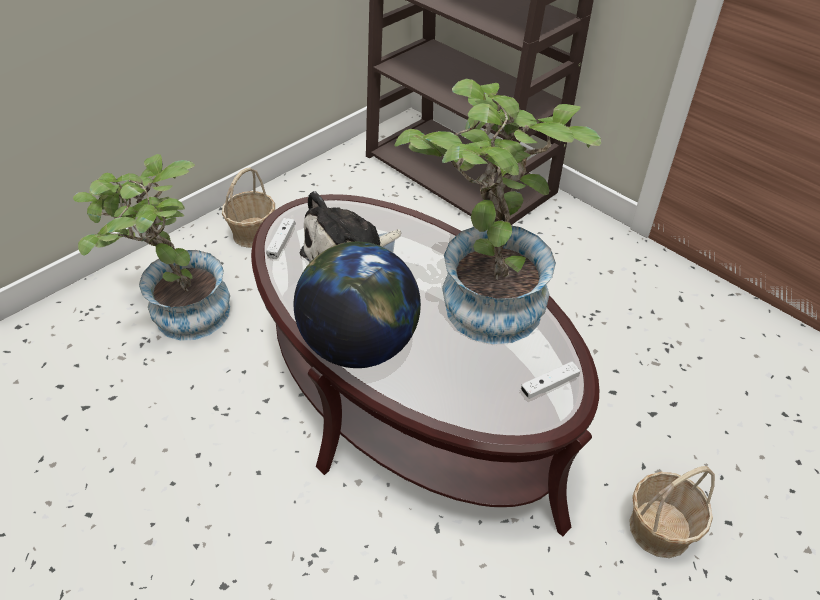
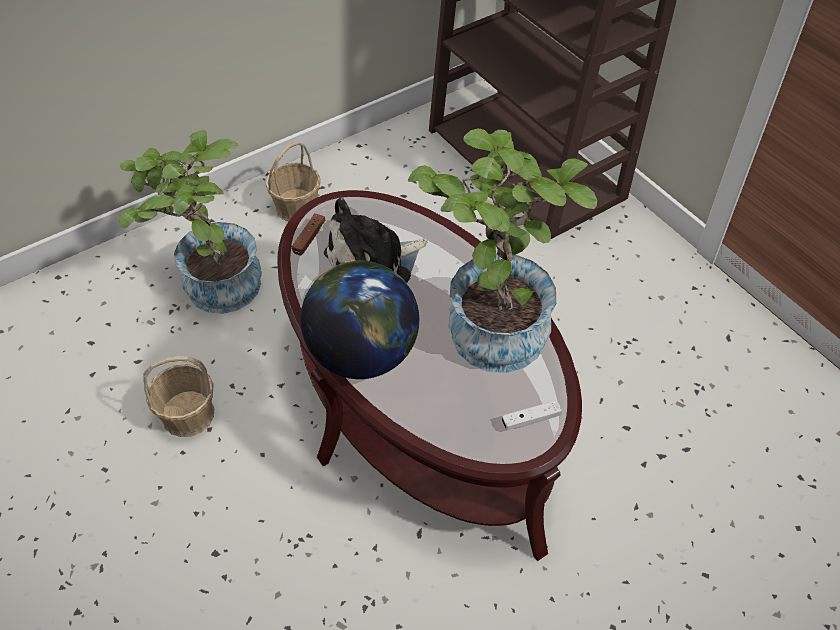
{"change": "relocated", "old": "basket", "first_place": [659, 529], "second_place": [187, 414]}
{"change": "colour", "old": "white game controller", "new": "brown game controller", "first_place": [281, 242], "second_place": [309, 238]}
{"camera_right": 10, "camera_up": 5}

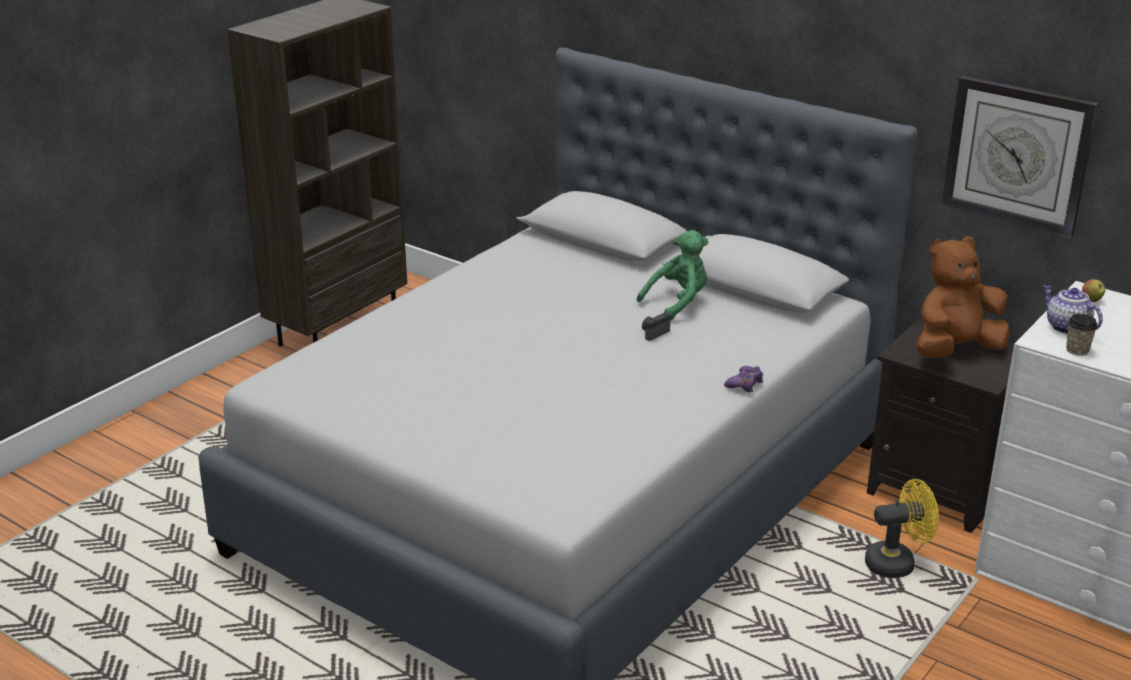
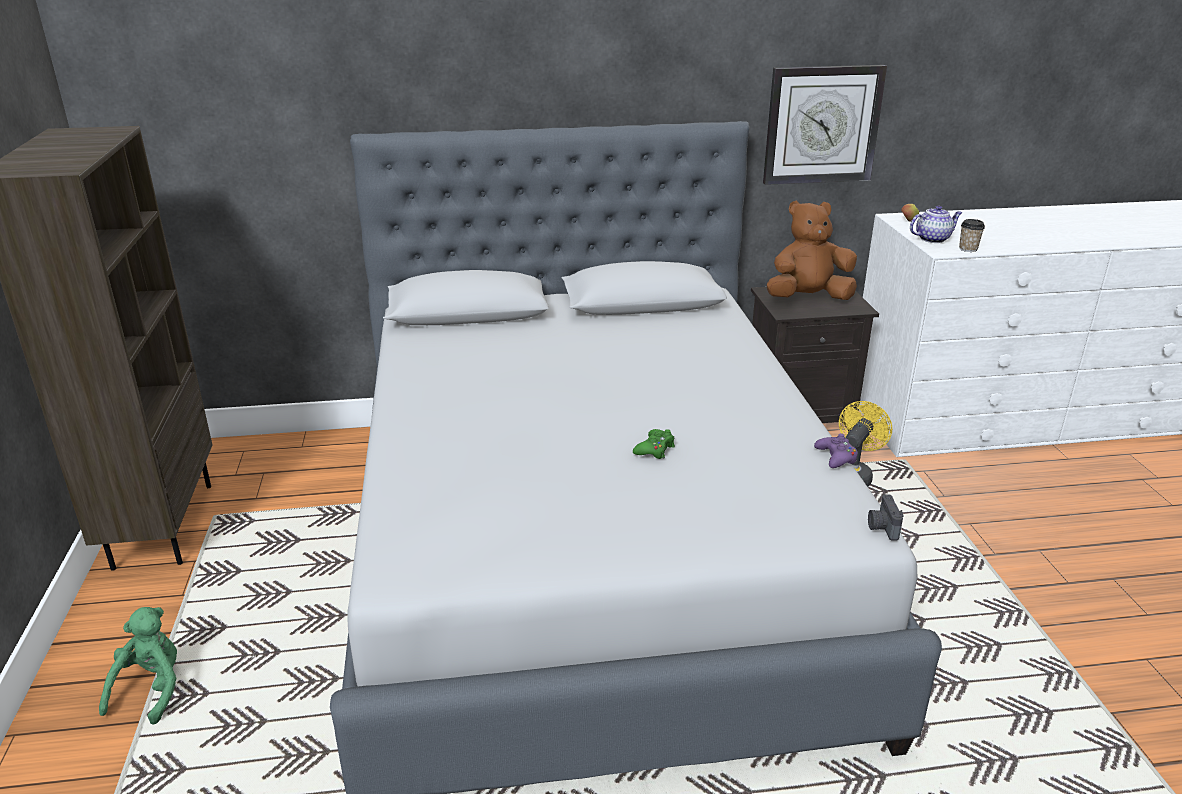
{"change": "appeared", "new": "green game controller", "second_place": [655, 449]}
{"change": "relocated", "old": "green plush toy", "first_place": [678, 303], "second_place": [151, 689]}
{"change": "relocated", "old": "photo camera", "first_place": [654, 333], "second_place": [882, 527]}
{"change": "relocated", "old": "purple game controller", "first_place": [745, 384], "second_place": [836, 457]}
{"change": "spun", "old": "brown plush toy", "first_place": [954, 350], "second_place": [808, 298], "degrees": 60}
{"change": "spun", "old": "teapot", "first_place": [1066, 327], "second_place": [933, 239], "degrees": 150}
{"camera_right": -45, "camera_up": 0}

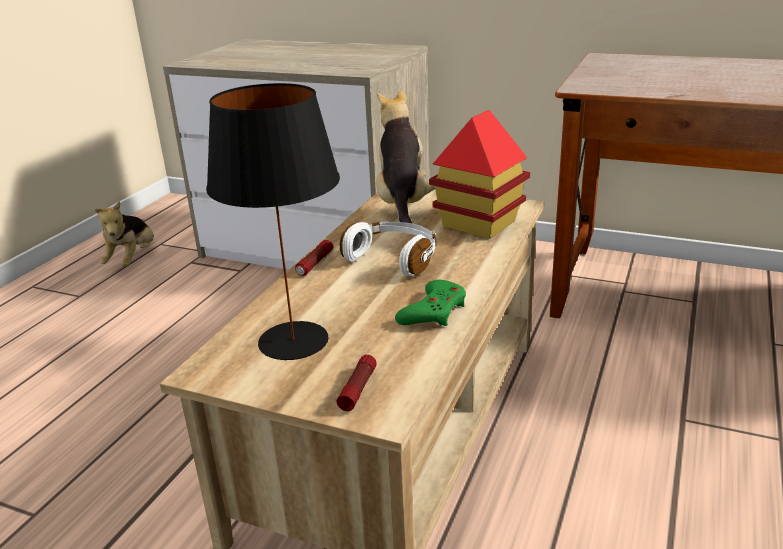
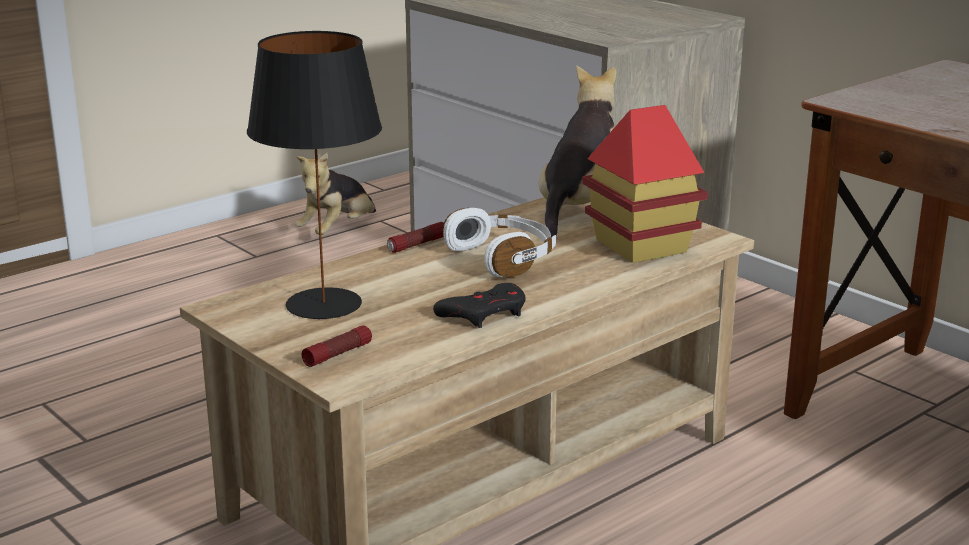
{"change": "colour", "old": "green game controller", "new": "black game controller", "first_place": [433, 311], "second_place": [484, 313]}
{"camera_right": 25, "camera_up": -5}

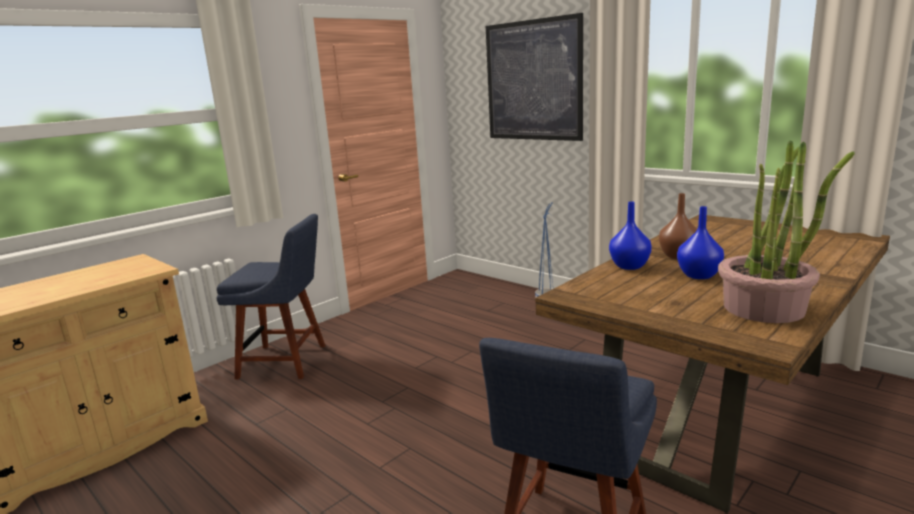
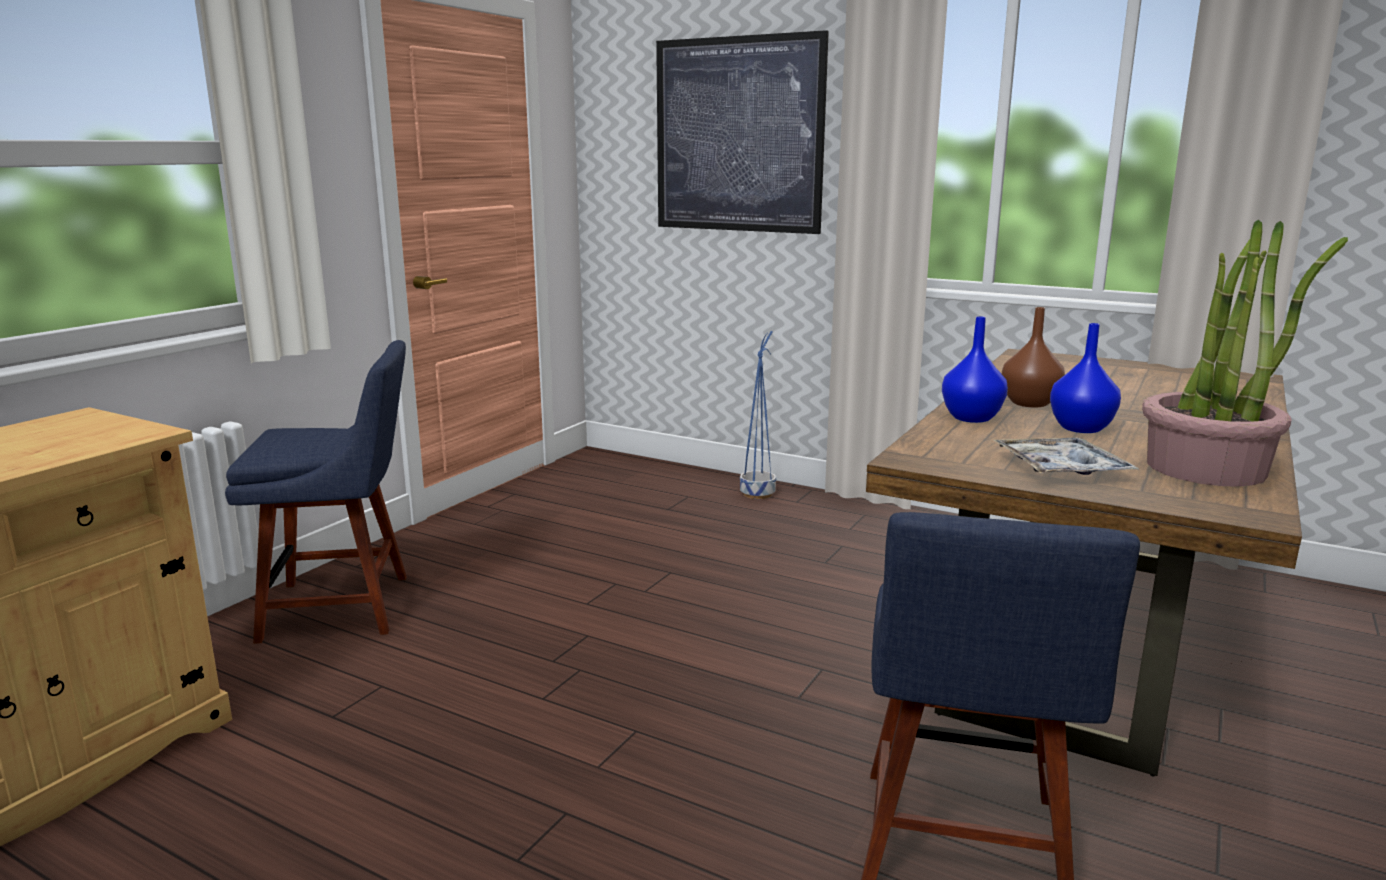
{"change": "appeared", "new": "tray", "second_place": [1061, 469]}
{"camera_right": -15, "camera_up": 0}

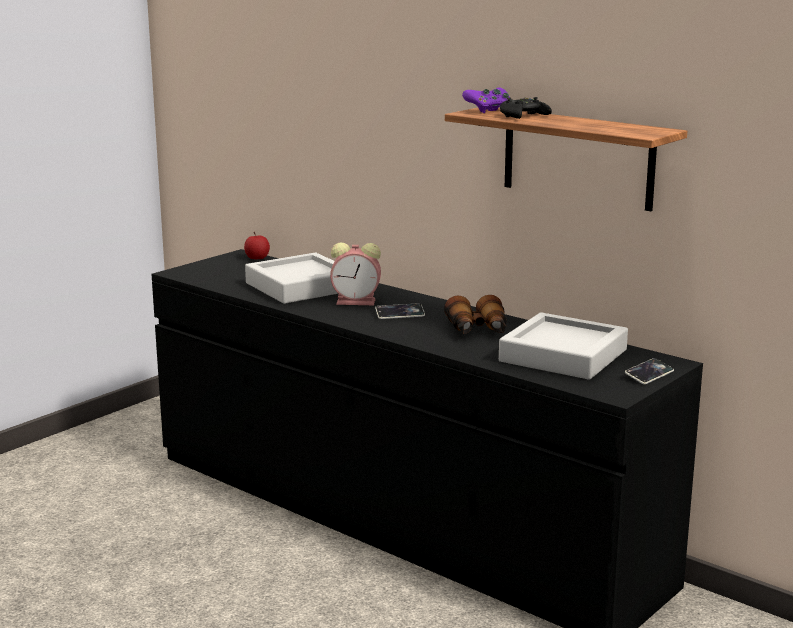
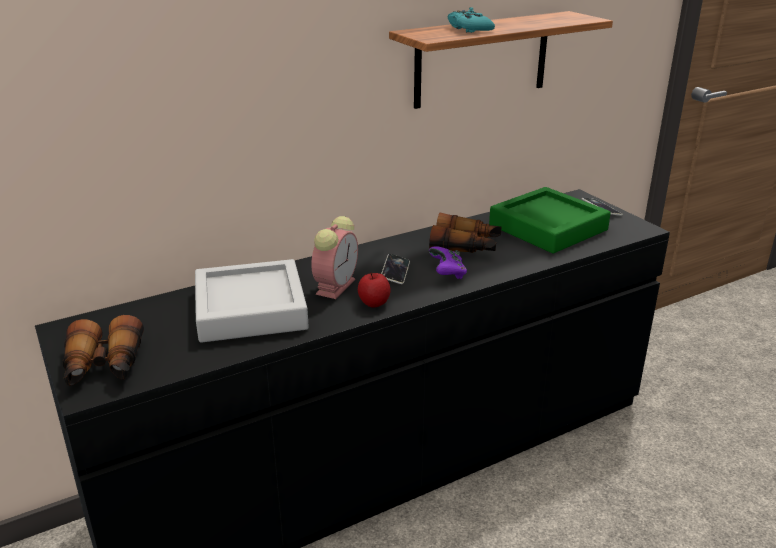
{"change": "appeared", "new": "binoculars", "second_place": [103, 367]}
{"change": "relocated", "old": "apple", "first_place": [257, 258], "second_place": [374, 303]}
{"change": "relocated", "old": "purple game controller", "first_place": [488, 110], "second_place": [447, 273]}
{"change": "colour", "old": "grey tray", "new": "green tray", "first_place": [563, 355], "second_place": [548, 227]}
{"change": "colour", "old": "black game controller", "new": "turquoise game controller", "first_place": [523, 116], "second_place": [469, 29]}
{"camera_right": -70, "camera_up": 10}

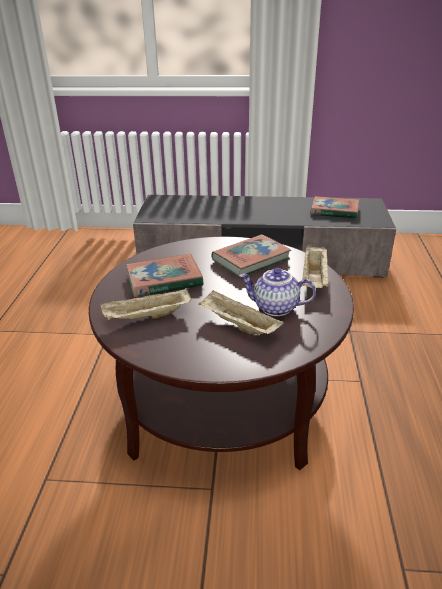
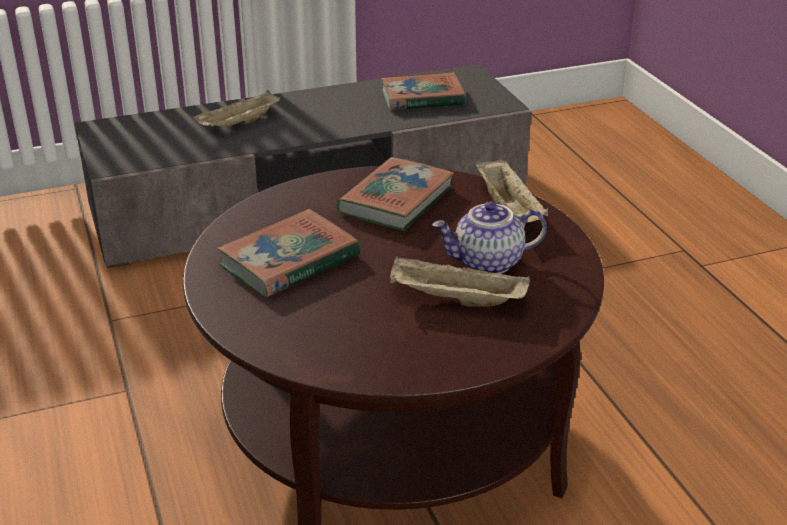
{"change": "relocated", "old": "beige tray", "first_place": [147, 317], "second_place": [239, 124]}
{"camera_right": -25, "camera_up": 0}

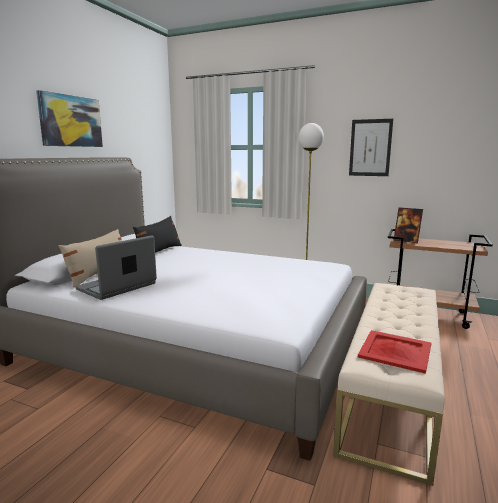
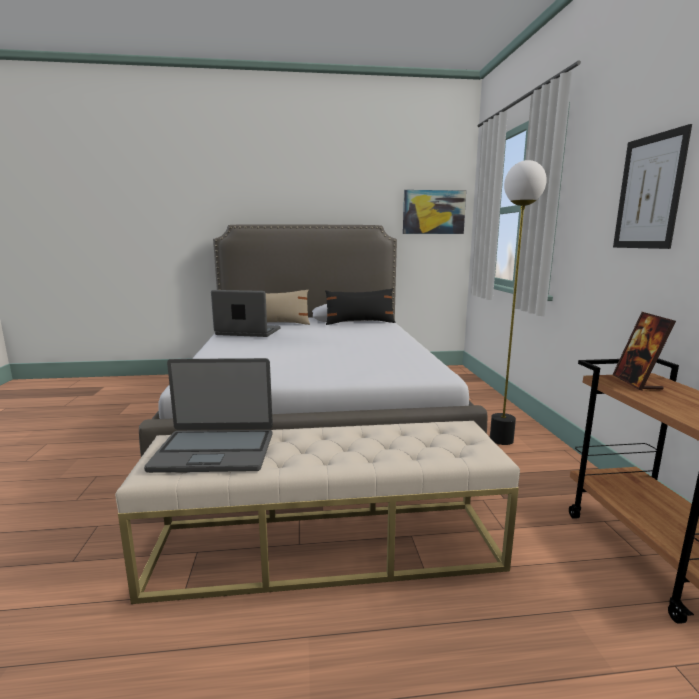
{"change": "relocated", "old": "picture", "first_place": [71, 121], "second_place": [433, 212]}
{"change": "exchanged", "old": "red tray", "new": "laptop", "first_place": [394, 350], "second_place": [215, 451]}
{"camera_right": 60, "camera_up": 0}

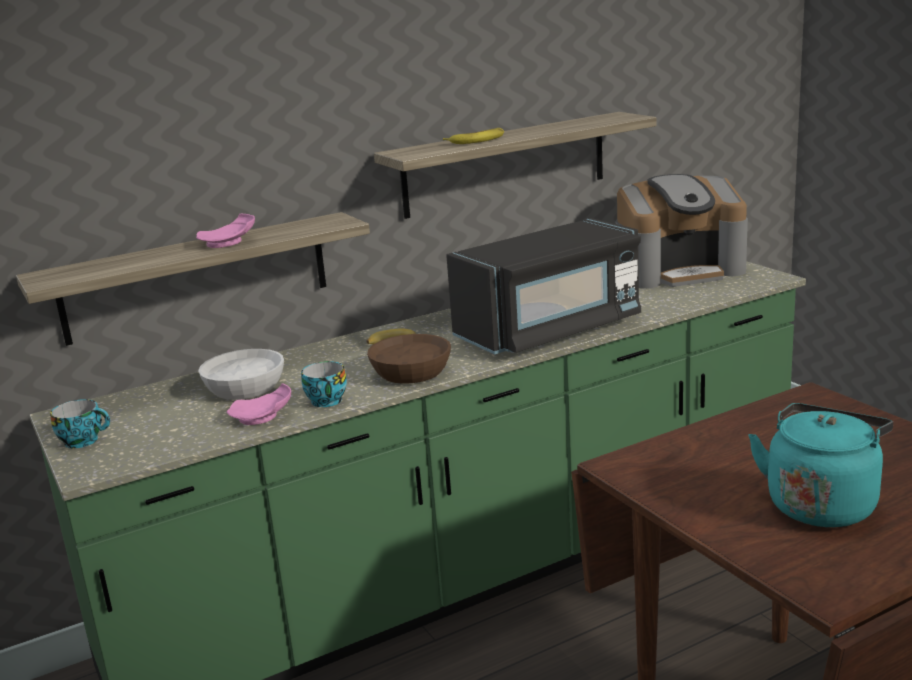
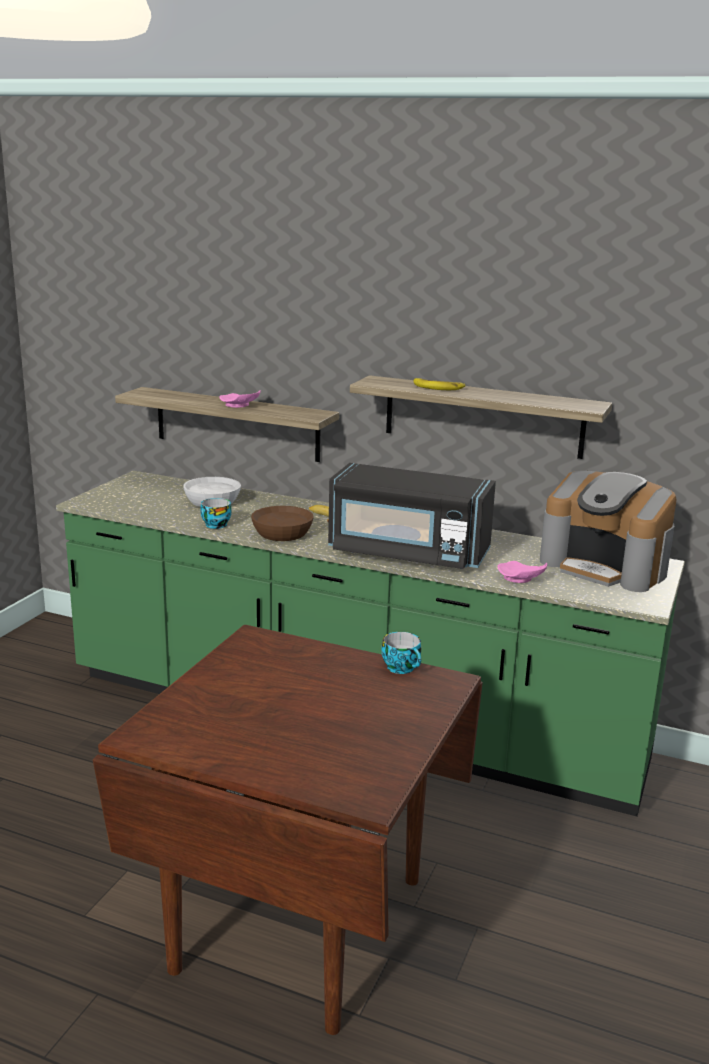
{"change": "missing", "old": "turquoise kettle", "first_place": [822, 504]}
{"change": "relocated", "old": "cup", "first_place": [84, 440], "second_place": [402, 668]}
{"change": "relocated", "old": "pink plate", "first_place": [263, 417], "second_place": [520, 579]}
{"camera_right": 50, "camera_up": 0}

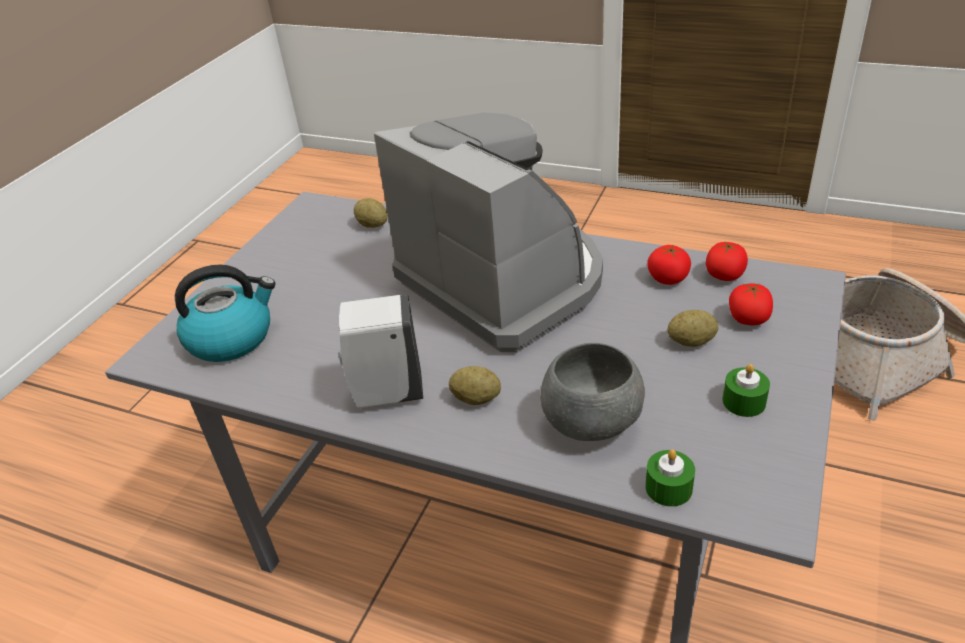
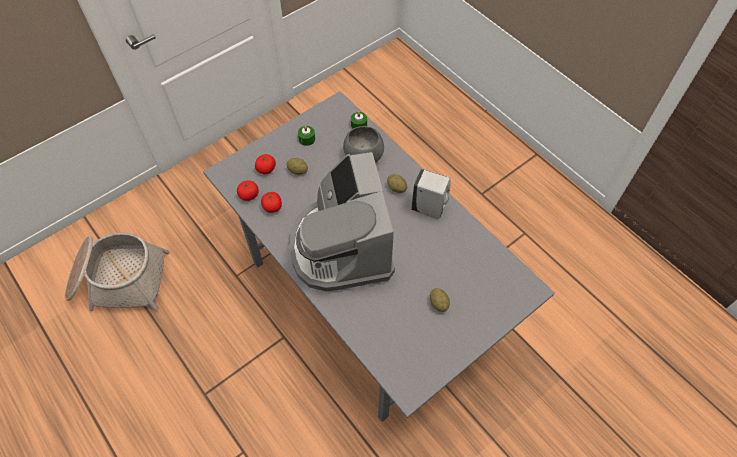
{"change": "missing", "old": "kettle", "first_place": [232, 338]}
{"change": "relocated", "old": "potato", "first_place": [372, 225], "second_place": [438, 303]}
{"camera_right": -155, "camera_up": 20}

